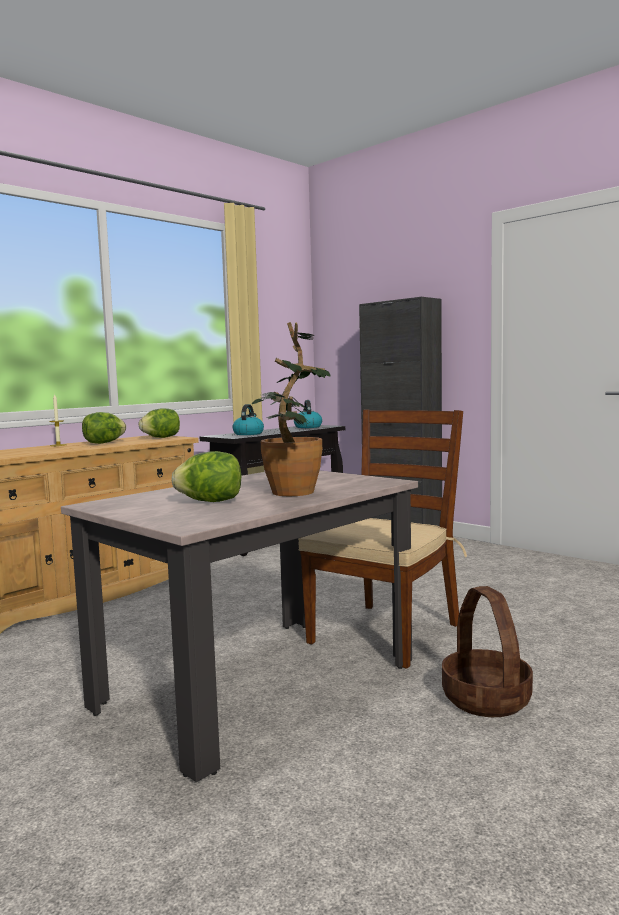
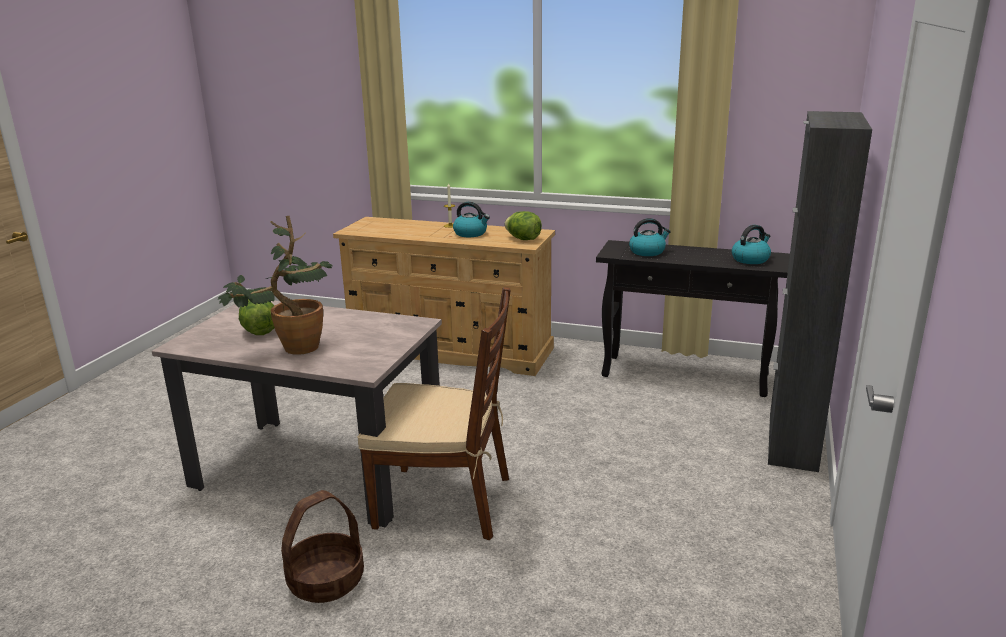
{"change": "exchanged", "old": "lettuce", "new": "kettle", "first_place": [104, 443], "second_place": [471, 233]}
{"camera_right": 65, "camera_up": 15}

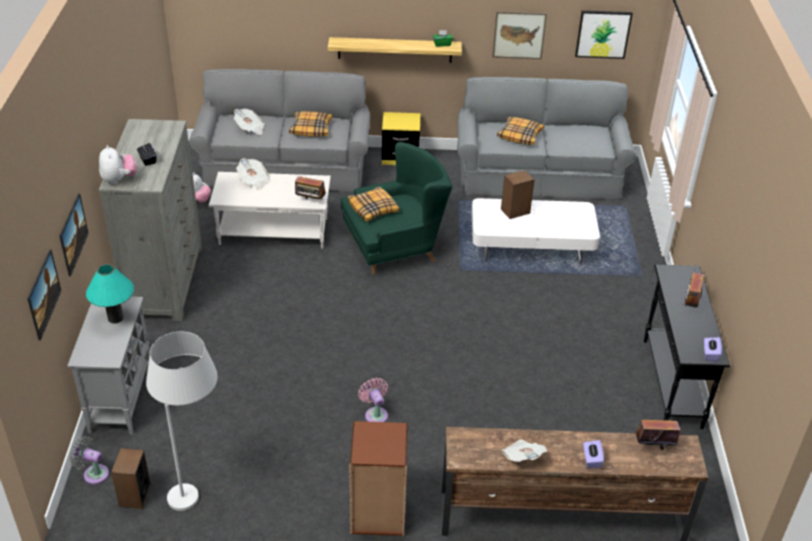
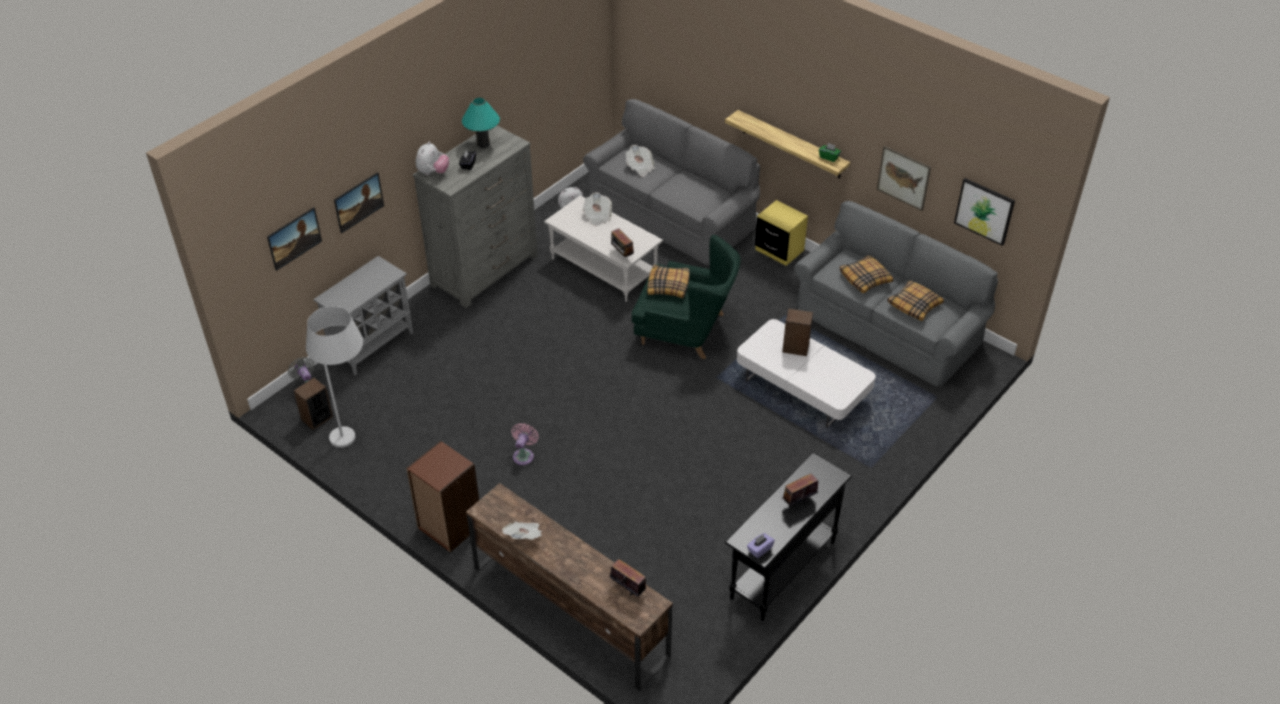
{"change": "missing", "old": "purple tissue box", "first_place": [591, 459]}
{"change": "relocated", "old": "turquoise table lamp", "first_place": [115, 318], "second_place": [483, 144]}
{"change": "relocated", "old": "pillow", "first_place": [311, 129], "second_place": [914, 305]}
{"camera_right": 40, "camera_up": 5}

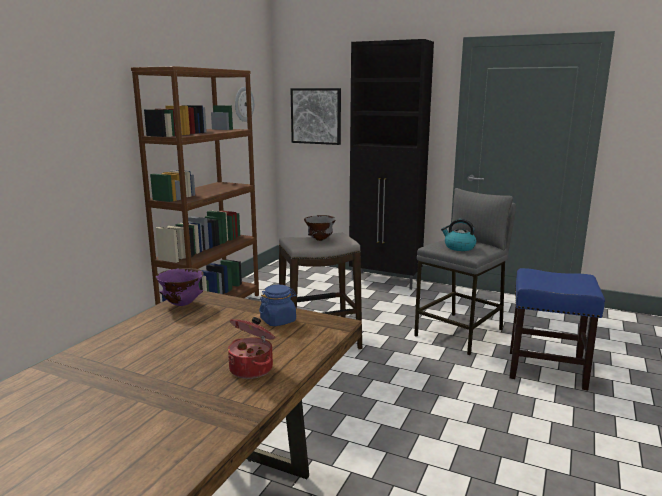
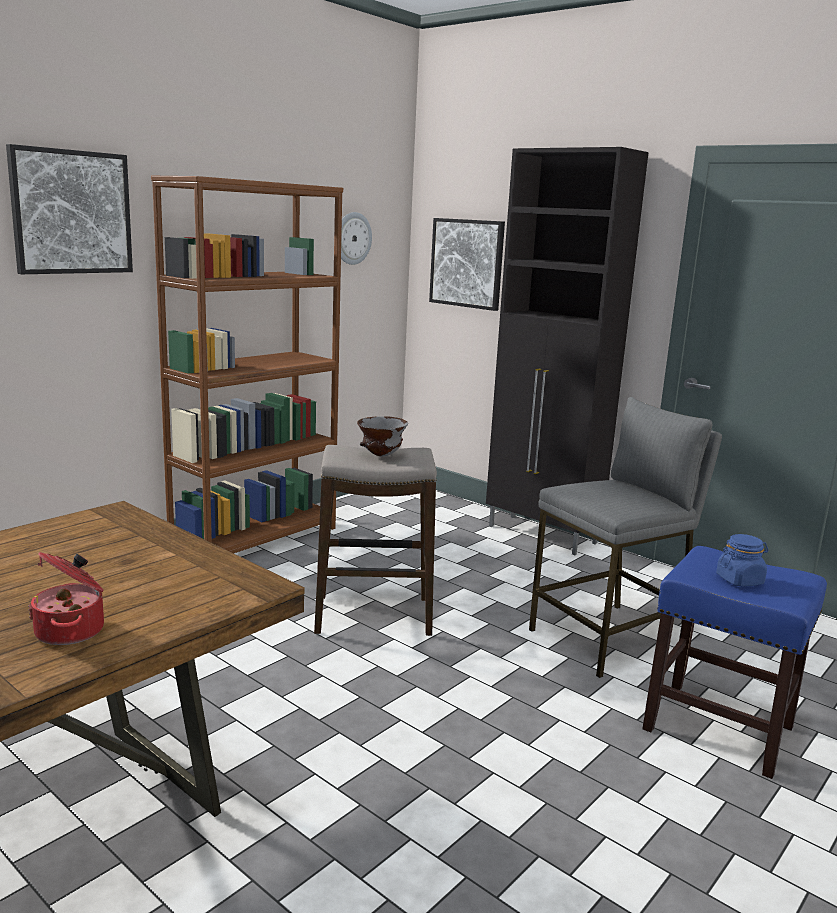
{"change": "missing", "old": "purple bowl", "first_place": [182, 304]}
{"change": "missing", "old": "kettle", "first_place": [459, 247]}
{"change": "appeared", "new": "picture", "second_place": [71, 212]}
{"change": "relocated", "old": "blue jar", "first_place": [278, 321], "second_place": [739, 580]}
{"camera_right": 15, "camera_up": 0}

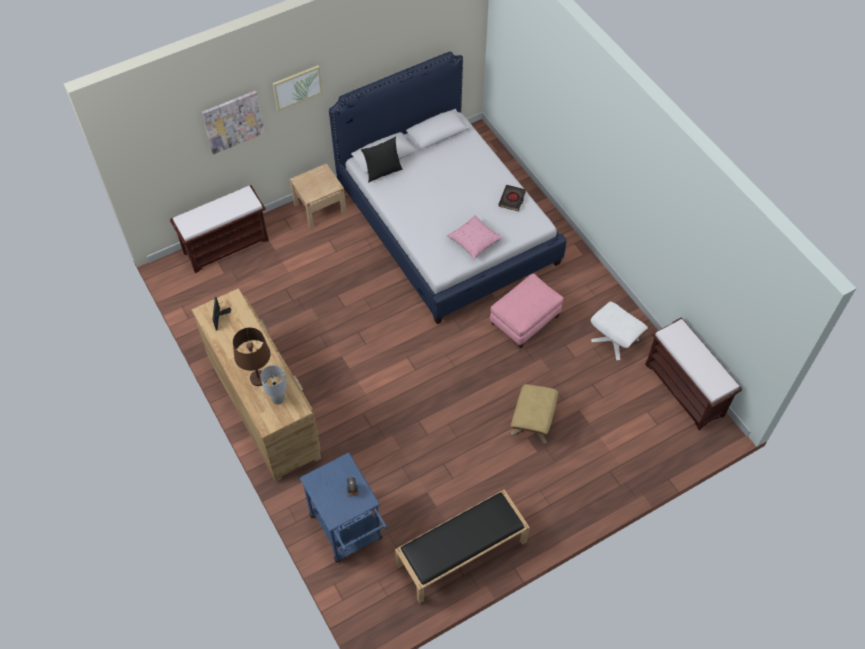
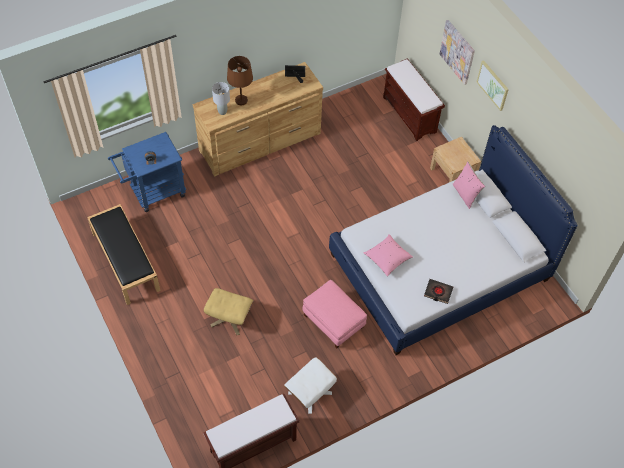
{"change": "colour", "old": "black pillow", "new": "pink pillow", "first_place": [382, 171], "second_place": [465, 194]}
{"camera_right": 90, "camera_up": 0}

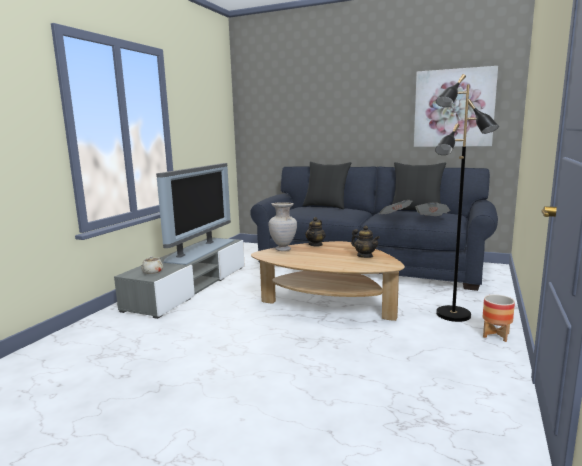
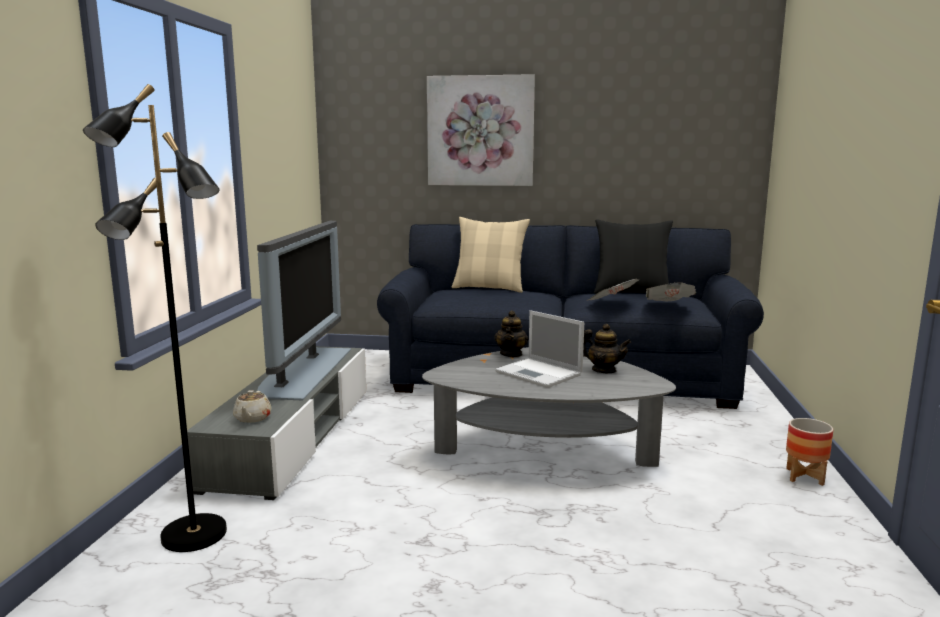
{"change": "missing", "old": "beige vase", "first_place": [283, 249]}
{"change": "appeared", "new": "laptop", "second_place": [540, 373]}
{"change": "relocated", "old": "picture", "first_place": [453, 108], "second_place": [480, 131]}
{"change": "relocated", "old": "black floor lamp", "first_place": [453, 315], "second_place": [193, 536]}
{"change": "colour", "old": "brown coffee table", "new": "grey coffee table", "first_place": [328, 306], "second_place": [544, 452]}
{"change": "colour", "old": "black pillow", "new": "beige pillow", "first_place": [326, 206], "second_place": [489, 288]}
{"camera_right": -15, "camera_up": 0}

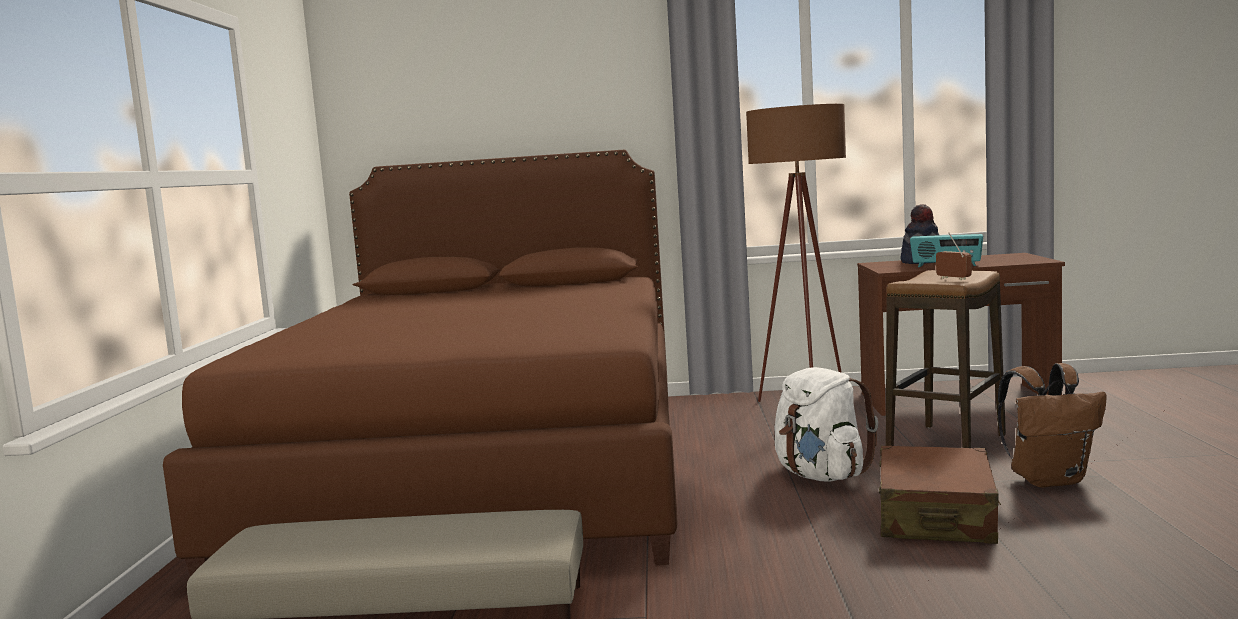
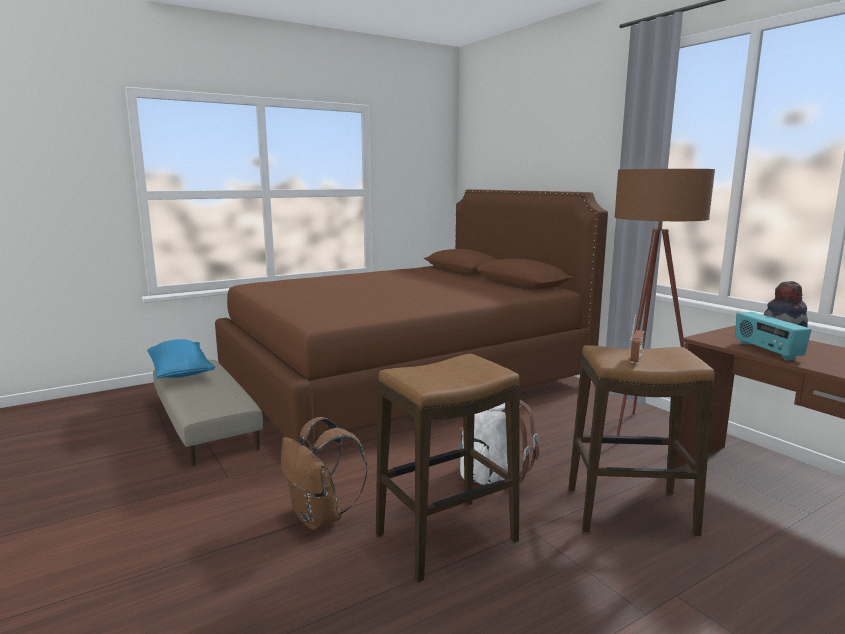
{"change": "appeared", "new": "blue pillow", "second_place": [181, 372]}
{"change": "relocated", "old": "brown backpack", "first_place": [1049, 480], "second_place": [320, 518]}
{"change": "exchanged", "old": "brown suitcase", "new": "stool", "first_place": [936, 517], "second_place": [446, 538]}
{"camera_right": 55, "camera_up": 5}

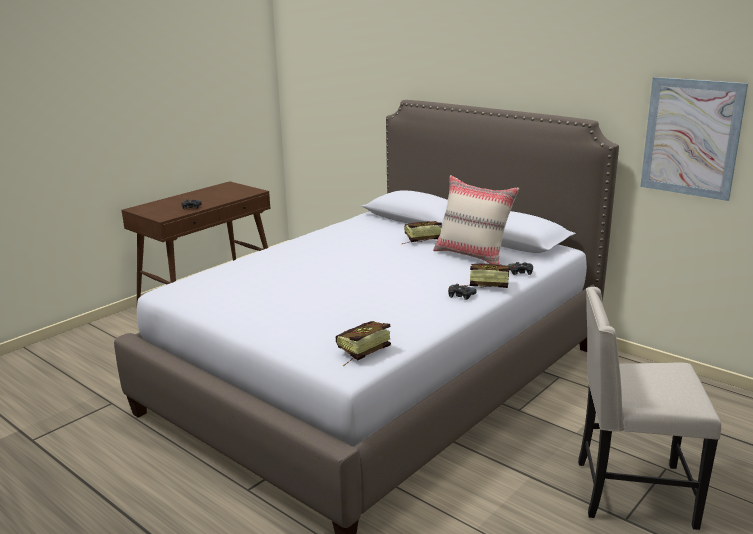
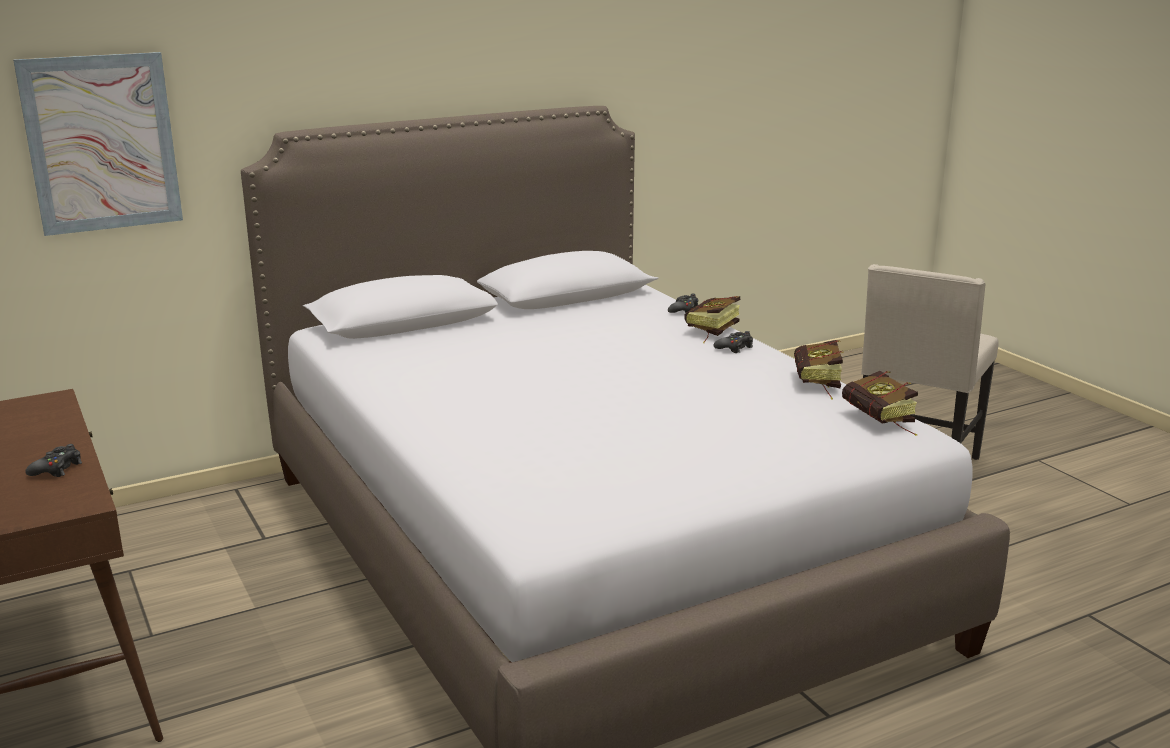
{"change": "missing", "old": "beige pillow", "first_place": [473, 256]}
{"change": "relocated", "old": "book", "first_place": [419, 240], "second_place": [817, 385]}
{"change": "relocated", "old": "picture", "first_place": [691, 137], "second_place": [102, 143]}
{"camera_right": -70, "camera_up": 0}

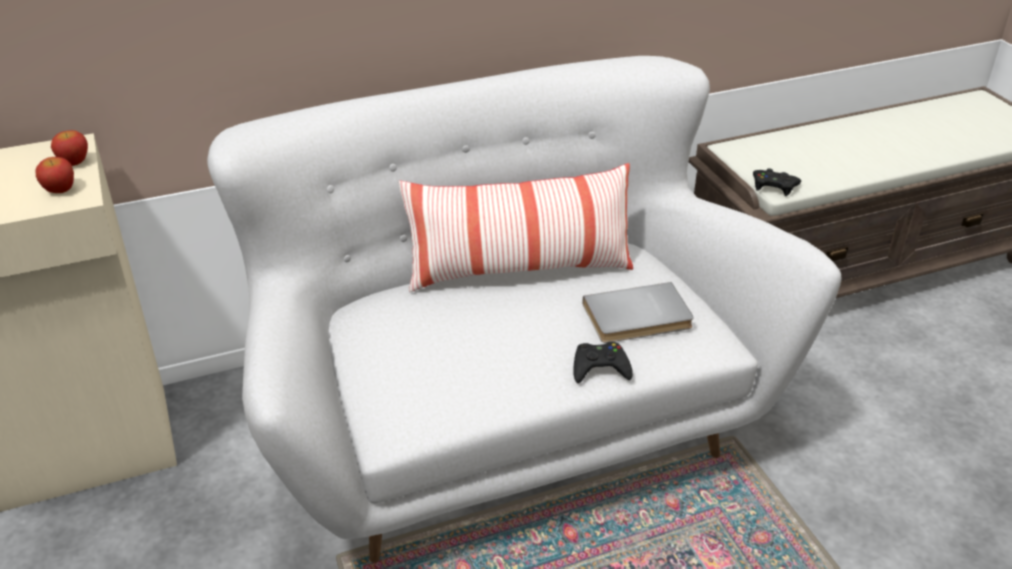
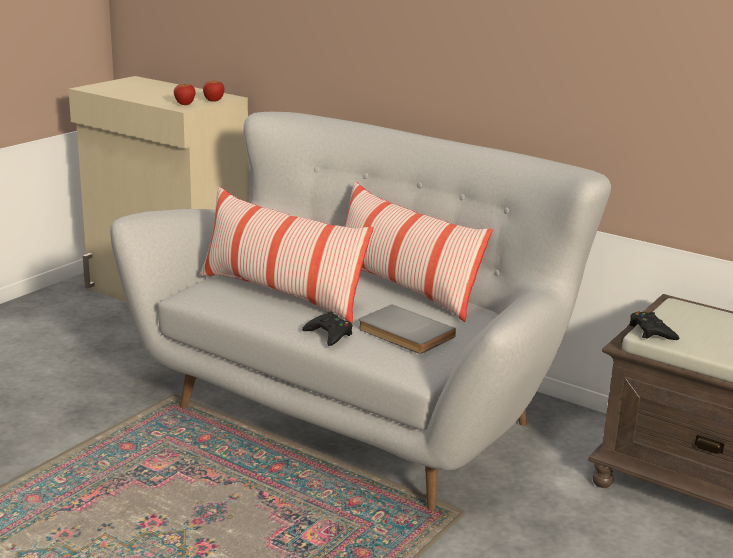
{"change": "appeared", "new": "pillow", "second_place": [281, 294]}
{"camera_right": 55, "camera_up": -15}

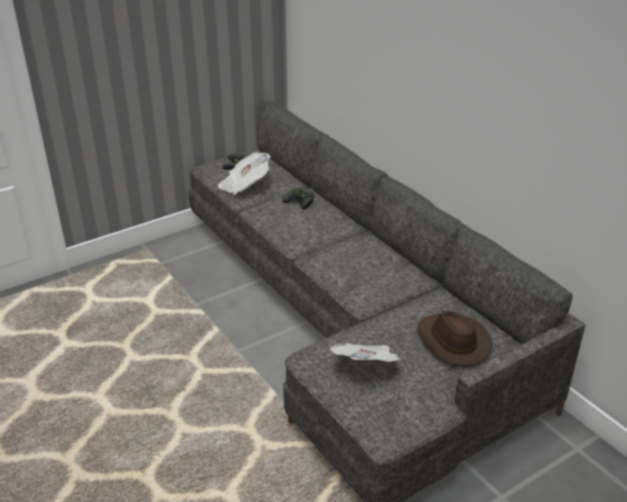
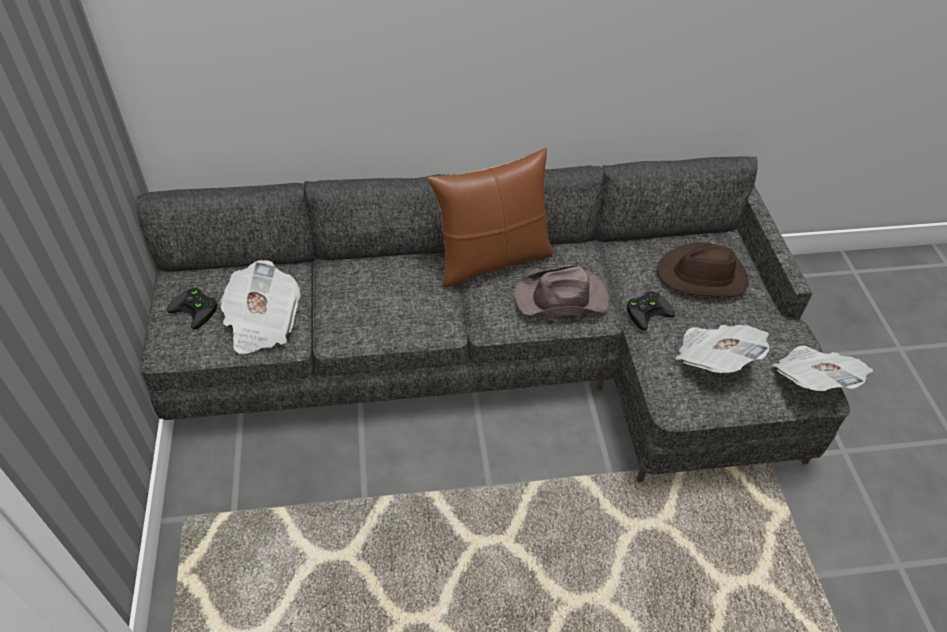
{"change": "appeared", "new": "brown pillow", "second_place": [492, 259]}
{"change": "appeared", "new": "brown hat", "second_place": [562, 299]}
{"change": "appeared", "new": "newspaper", "second_place": [812, 380]}
{"change": "relocated", "old": "black game controller", "first_place": [300, 200], "second_place": [648, 310]}
{"camera_right": -65, "camera_up": 15}

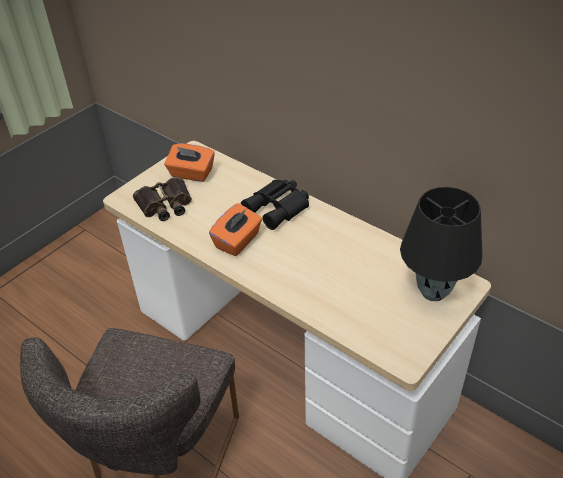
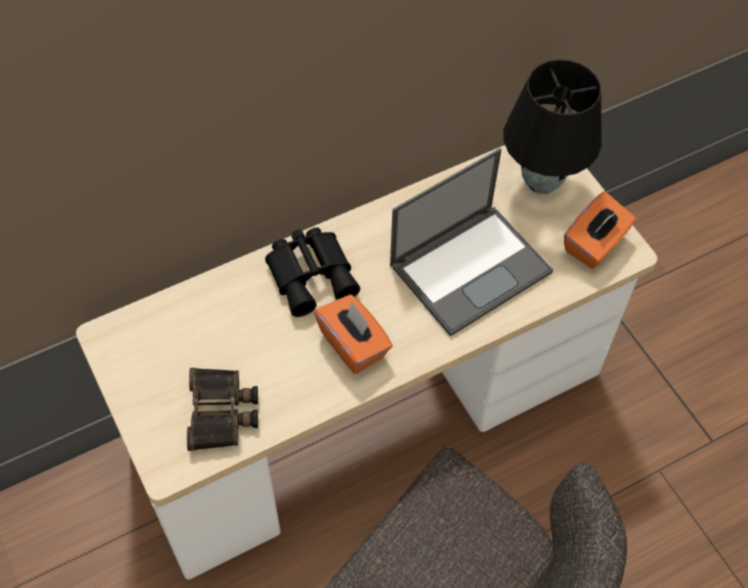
{"change": "appeared", "new": "laptop", "second_place": [471, 267]}
{"change": "relocated", "old": "orange tissue box", "first_place": [191, 174], "second_place": [595, 244]}
{"camera_right": -70, "camera_up": 15}

